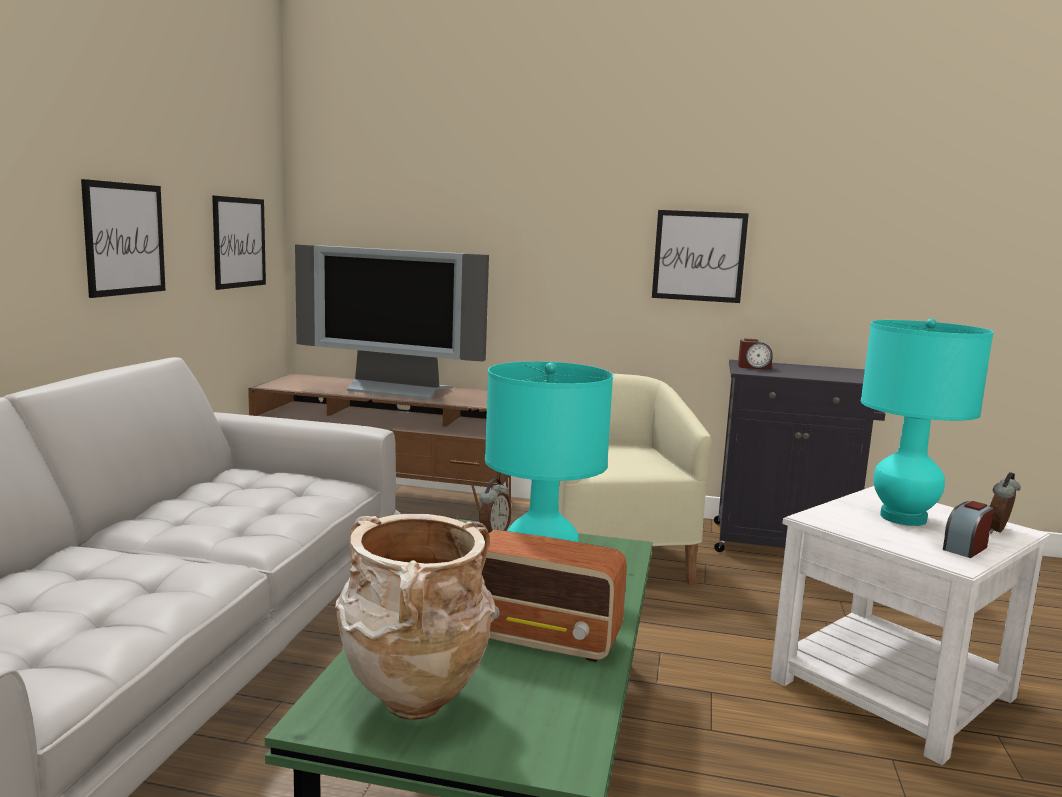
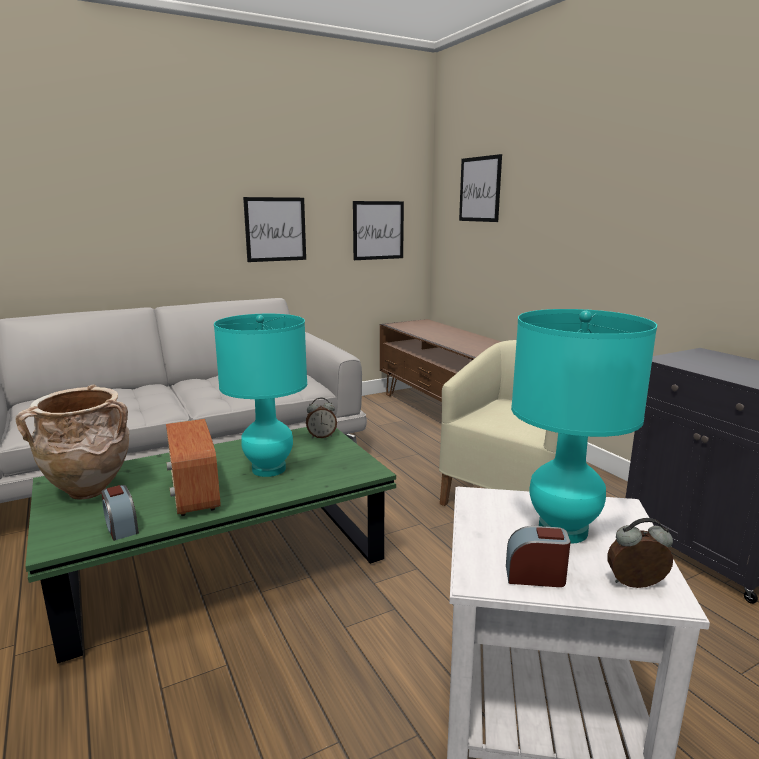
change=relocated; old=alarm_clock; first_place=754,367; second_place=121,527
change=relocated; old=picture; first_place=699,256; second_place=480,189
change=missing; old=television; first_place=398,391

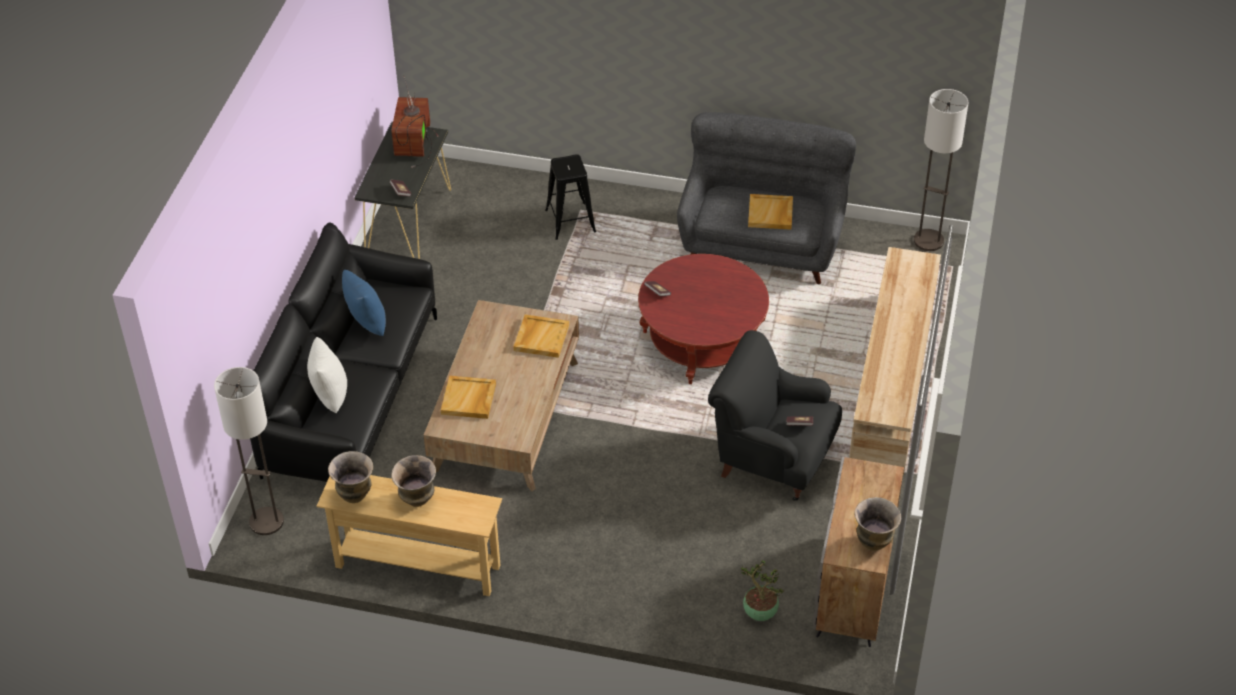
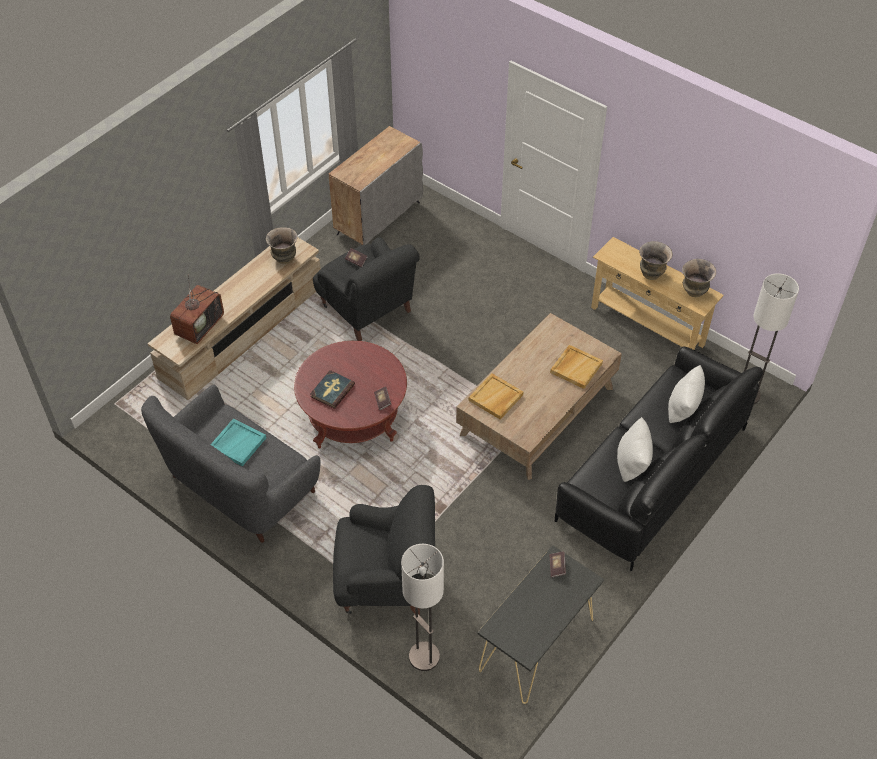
change=relocated; old=television; first_place=414,144; second_place=199,324
change=colour; old=beige_tray; new=turquoise_tray; first_place=770,214; second_place=238,443
change=relocated; old=vase; first_place=874,542; second_place=284,259
change=appeared; new=book; second_place=332,390
change=exchanged; old=black_stool; new=black_armchair; first_place=570,221; second_place=386,580
change=relocated; old=floor_lamp; first_place=928,240; second_place=424,656
change=colour; old=blue_pillow; new=white_pillow; first_place=366,324; second_place=632,466
change=missing; old=potted_plant; first_place=759,613

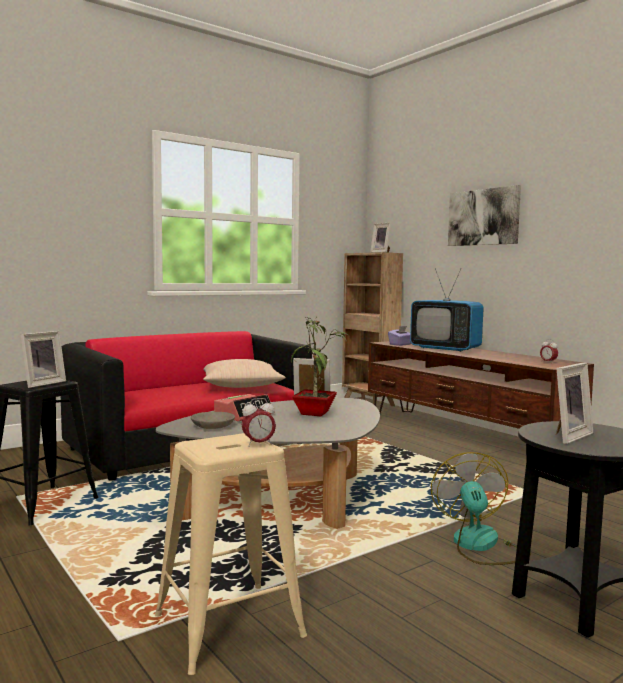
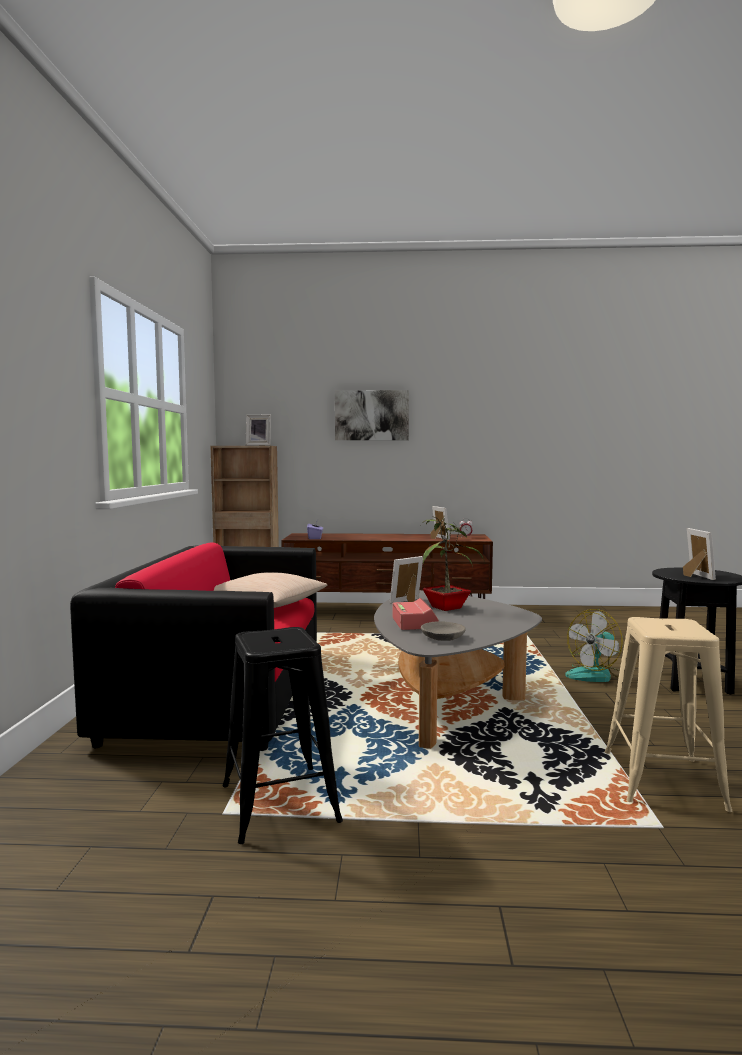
change=relocated; old=picture_frame; first_place=42,384; second_place=438,538
change=spun; old=fan; first_place=480,545; second_place=595,675; degrees=-75
change=missing; old=alarm_clock; first_place=258,444
change=missing; old=television; first_place=445,349

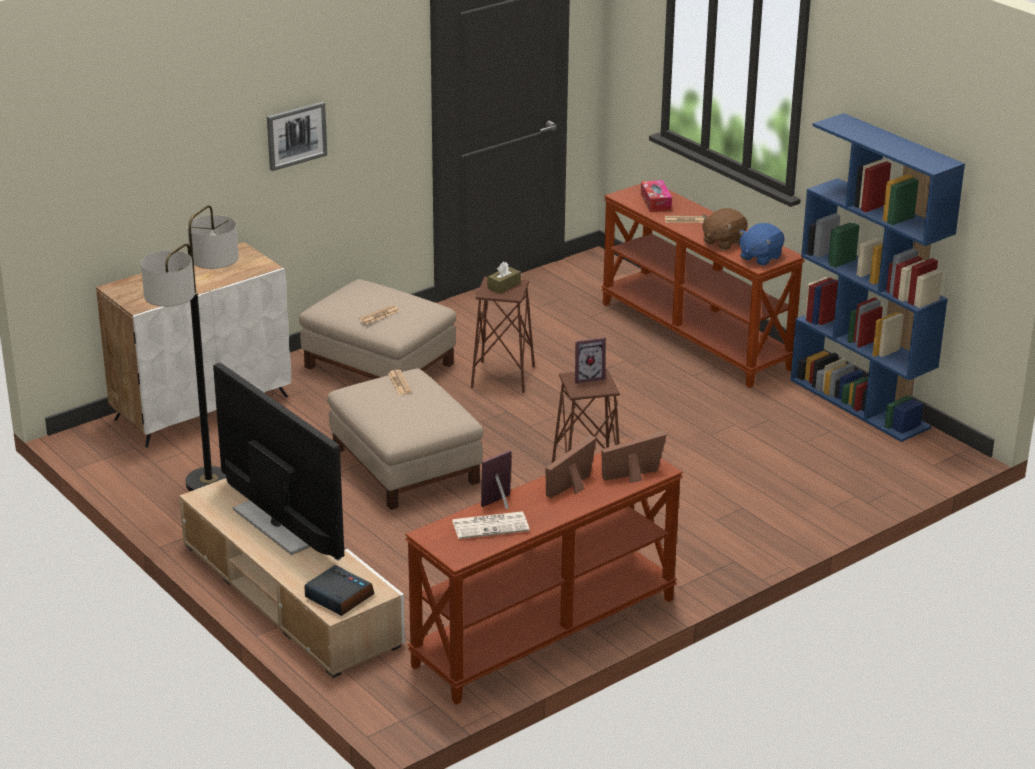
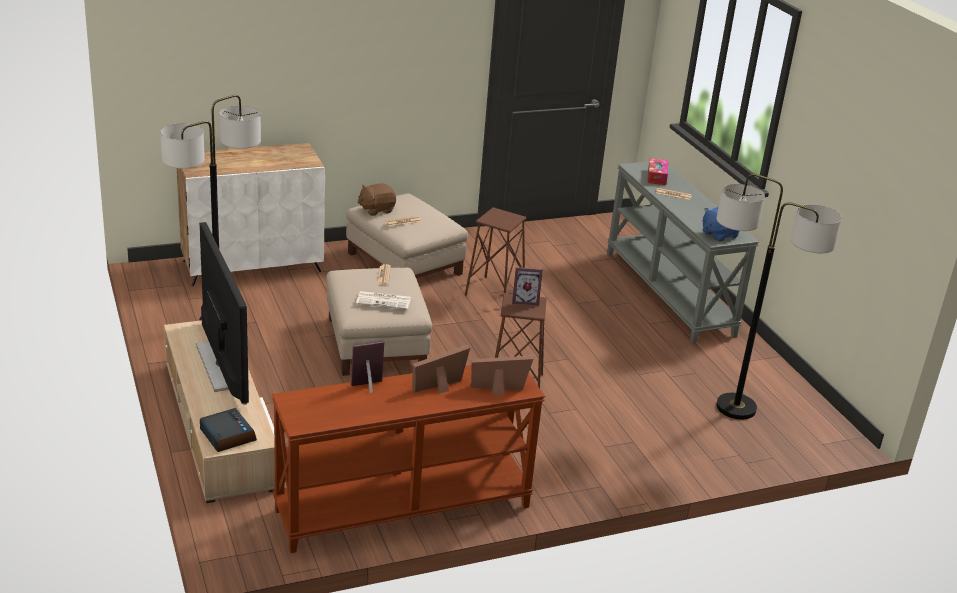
change=relocated; old=newspaper; first_place=491,525; second_place=384,301
change=relocated; old=brown_plush_toy; first_place=723,242; second_place=376,210
change=colour; old=brown_console_table; new=grey_console_table; first_place=696,336; second_place=669,293
change=appeared; new=floor_lamp; second_place=736,408
change=missing; old=picture; first_place=296,135
change=missing; old=brown_tissue_box; first_place=504,286
change=missing; old=blue_bookcase; first_place=860,404

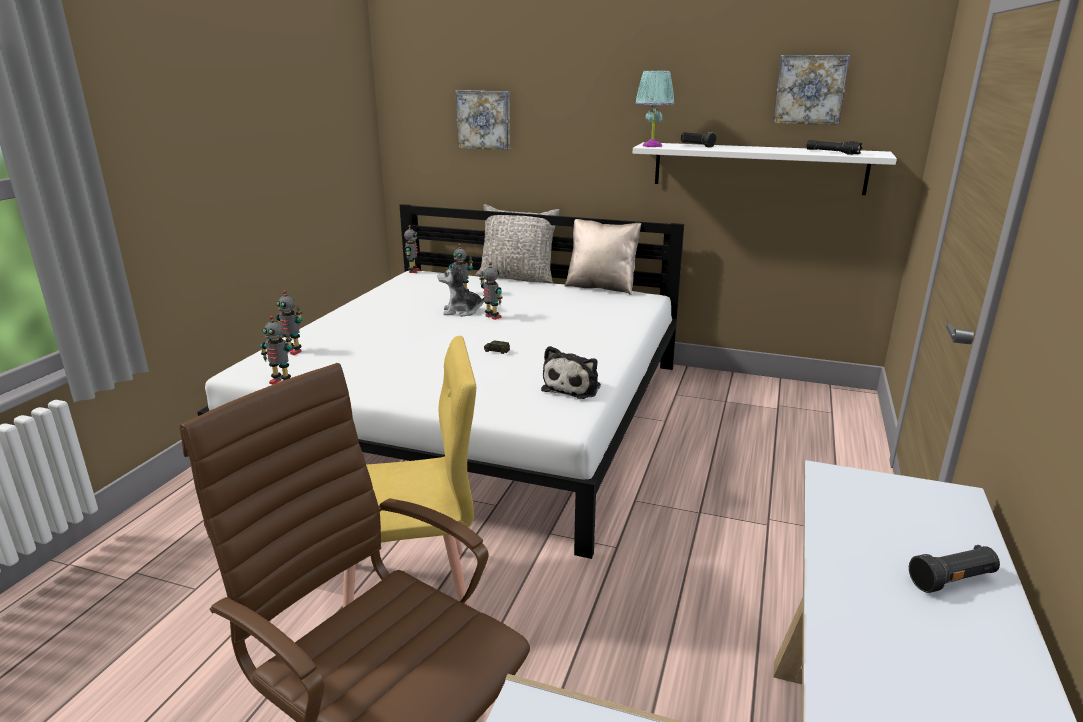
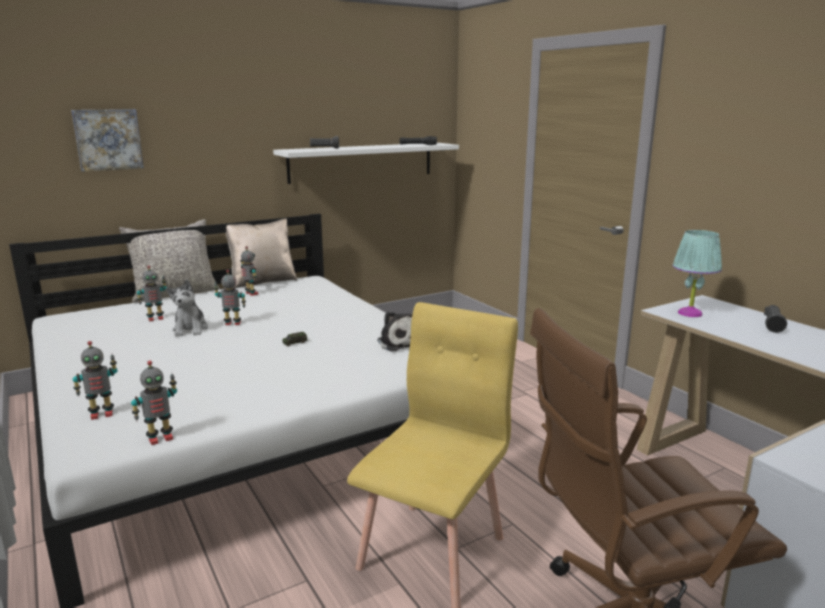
change=spun; old=plush_toy; first_place=462,311; second_place=190,329; degrees=-45
change=relocated; old=toy_robot; first_place=413,271; second_place=251,293
change=relocated; old=turquoise_table_lamp; first_place=652,146; second_place=690,313
change=missing; old=picture; first_place=810,89

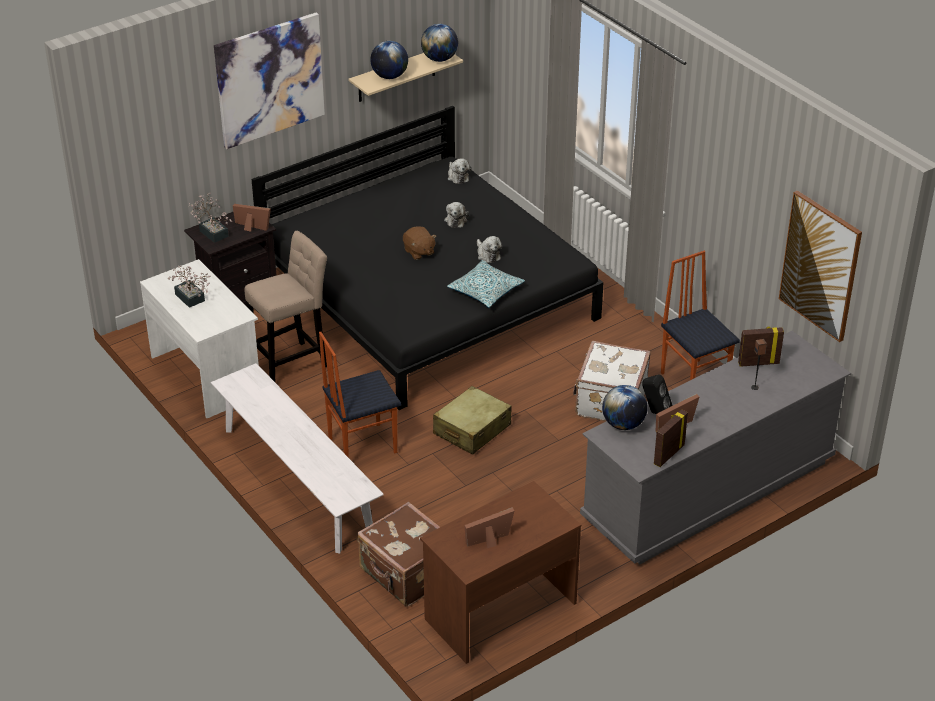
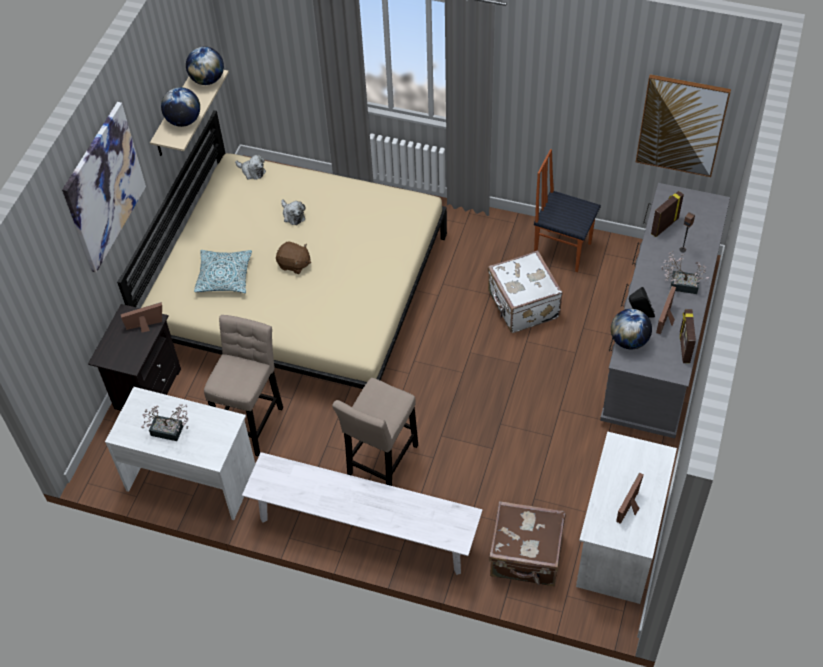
change=colour; old=black_bed; new=beige_bed; first_place=428,296; second_place=298,291
change=relocated; old=pillow; first_place=485,291; second_place=224,276
change=exchanged; old=chair; new=beige_stool; first_place=361,445; second_place=381,463
change=colour; old=brown_desk; new=white_desk; first_place=499,610; second_place=618,541
change=relocated; old=potted_plant; first_place=212,232; second_place=680,284
change=missing; old=beige_suitcase; first_place=471,430
change=missing; old=plush_toy; first_place=487,254

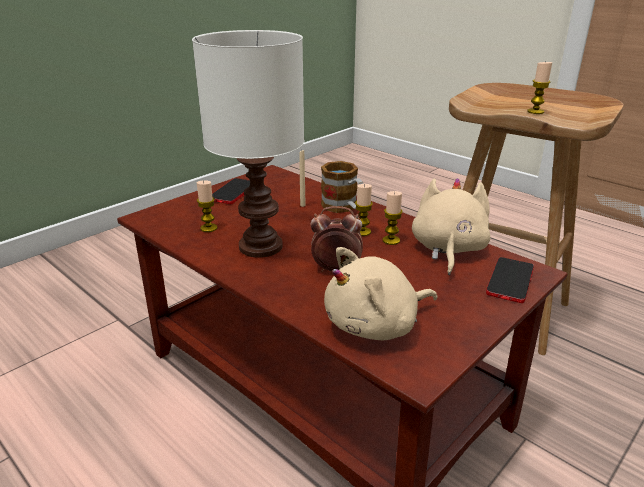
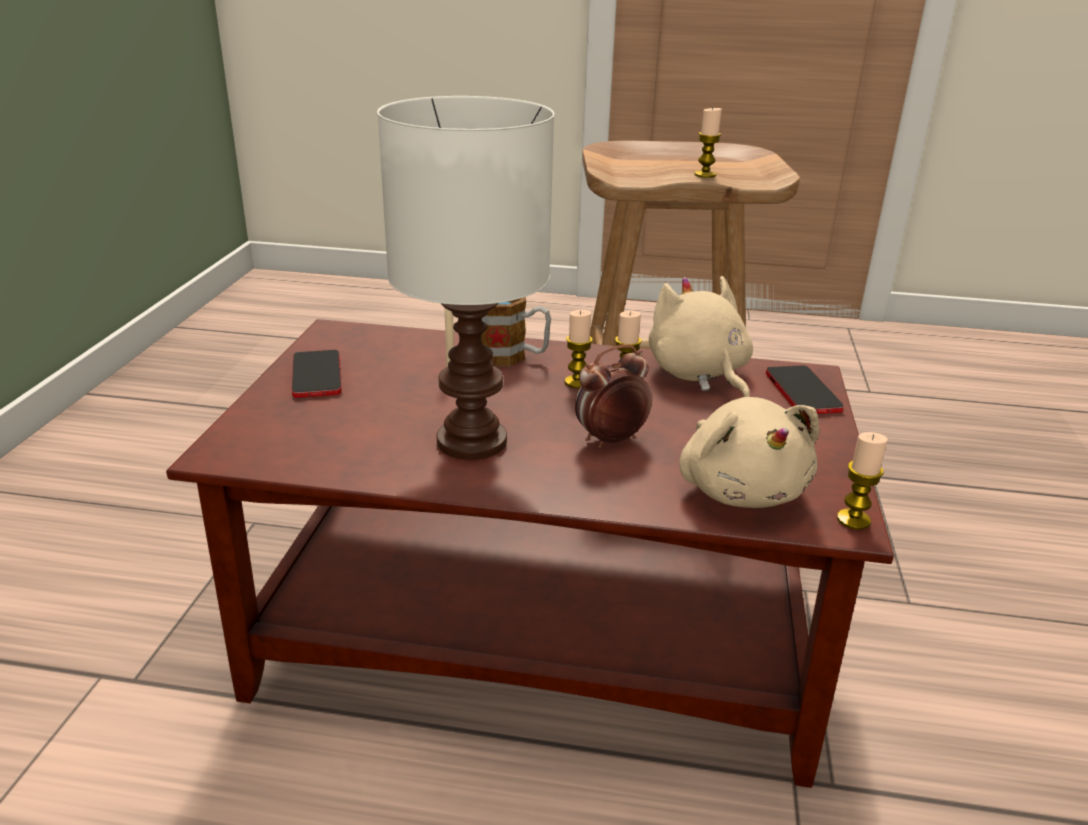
change=spun; old=beige_plush_toy; first_place=376,325; second_place=740,489; degrees=-45
change=relocated; old=candle; first_place=208,228; second_place=853,520

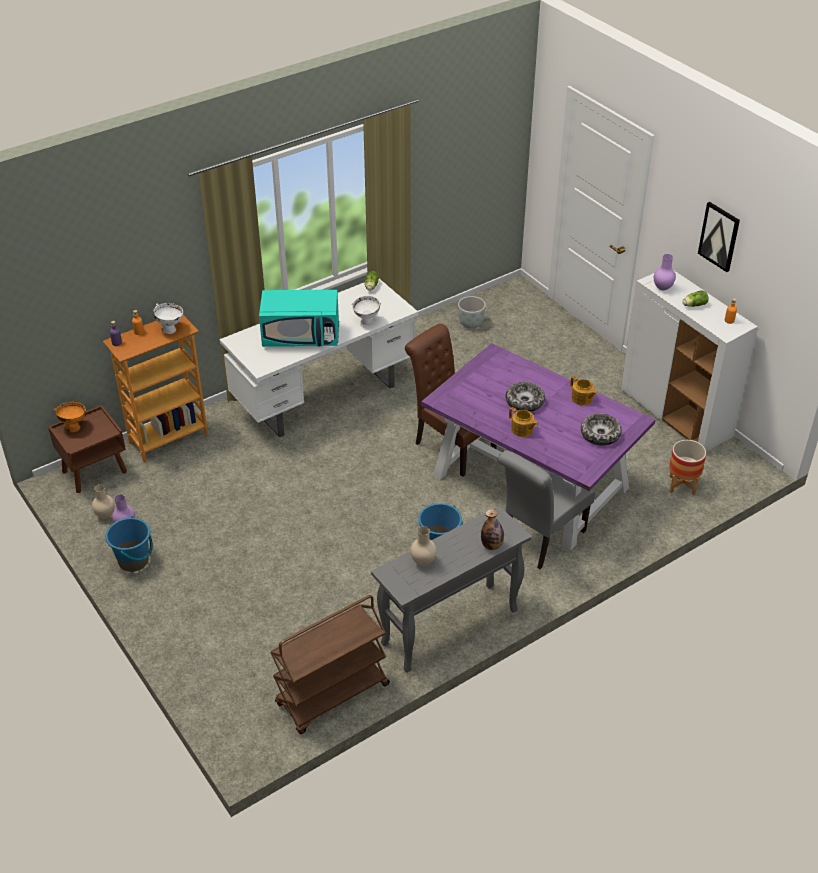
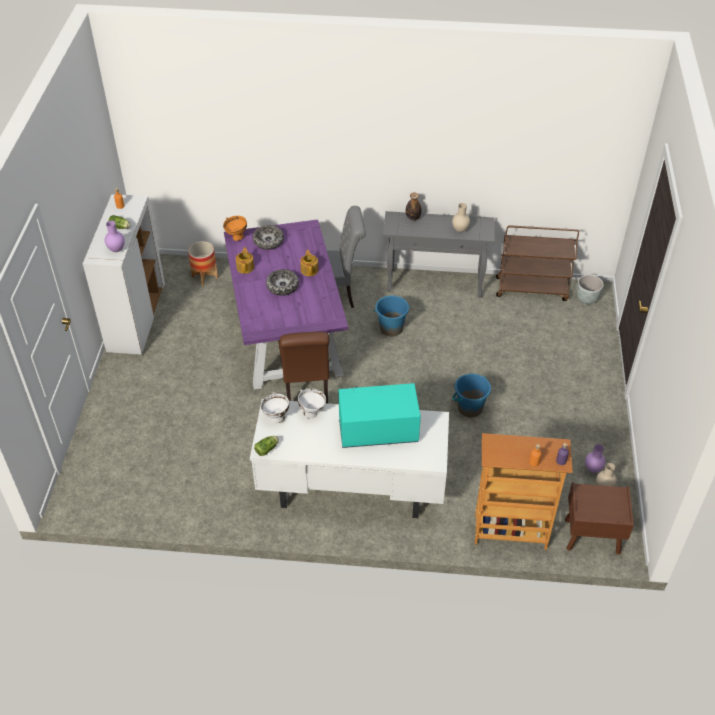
change=relocated; old=orange_bowl; first_place=74,427; second_place=237,238
change=relocated; old=white_bowl; first_place=170,329; second_place=276,418
change=spun; old=turquoise_microwave; first_place=301,336; second_place=377,431; degrees=-45
change=relocated; old=blue_bucket; first_place=134,561; second_place=469,408
change=relocated; old=grey_planter; first_place=470,324; second_place=587,299
change=missing; old=picture; first_place=719,236

